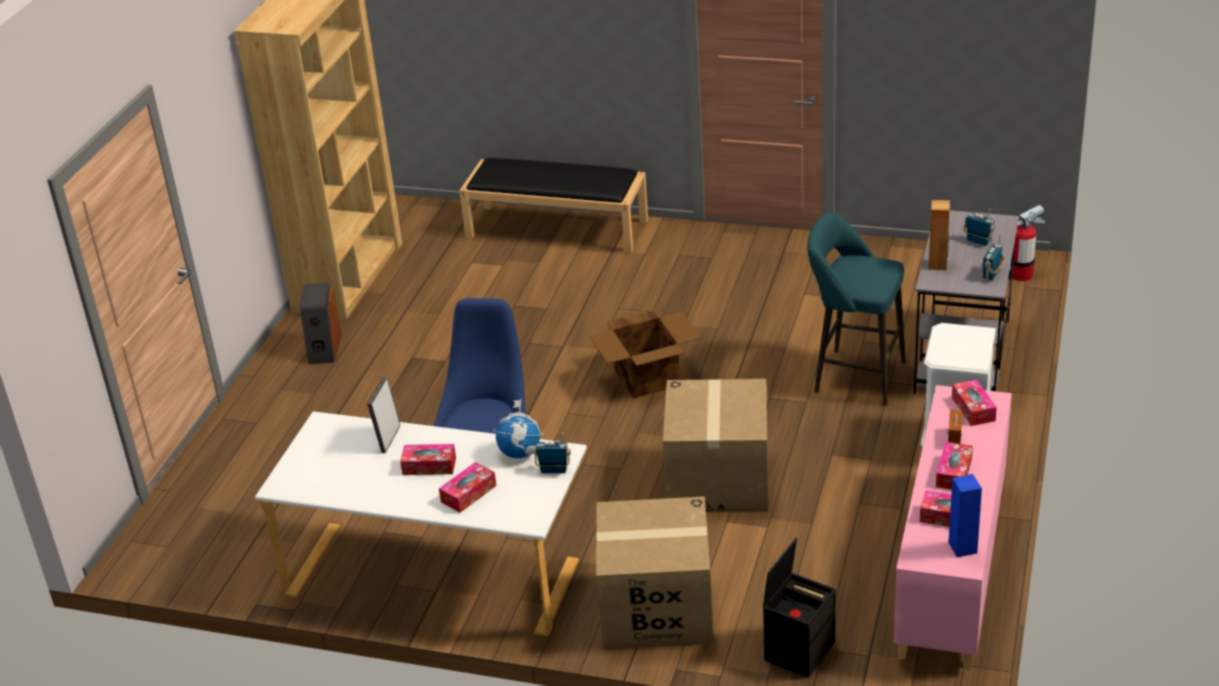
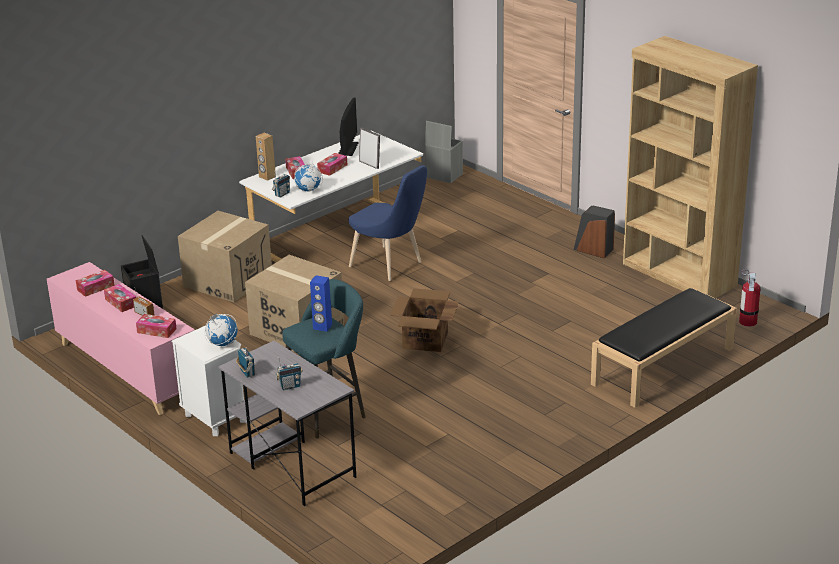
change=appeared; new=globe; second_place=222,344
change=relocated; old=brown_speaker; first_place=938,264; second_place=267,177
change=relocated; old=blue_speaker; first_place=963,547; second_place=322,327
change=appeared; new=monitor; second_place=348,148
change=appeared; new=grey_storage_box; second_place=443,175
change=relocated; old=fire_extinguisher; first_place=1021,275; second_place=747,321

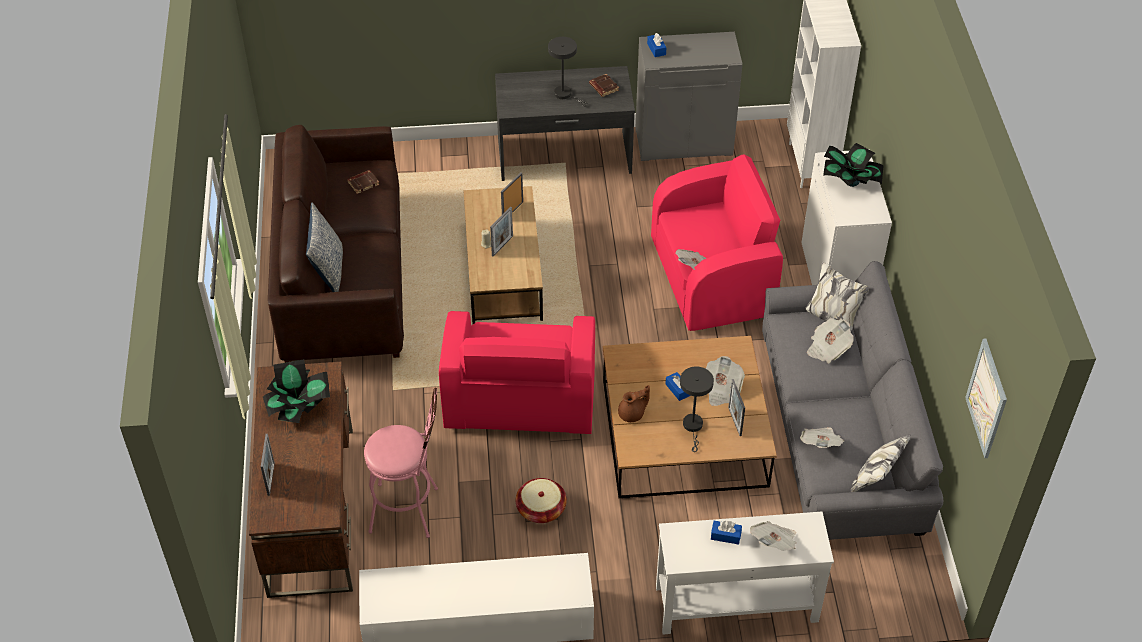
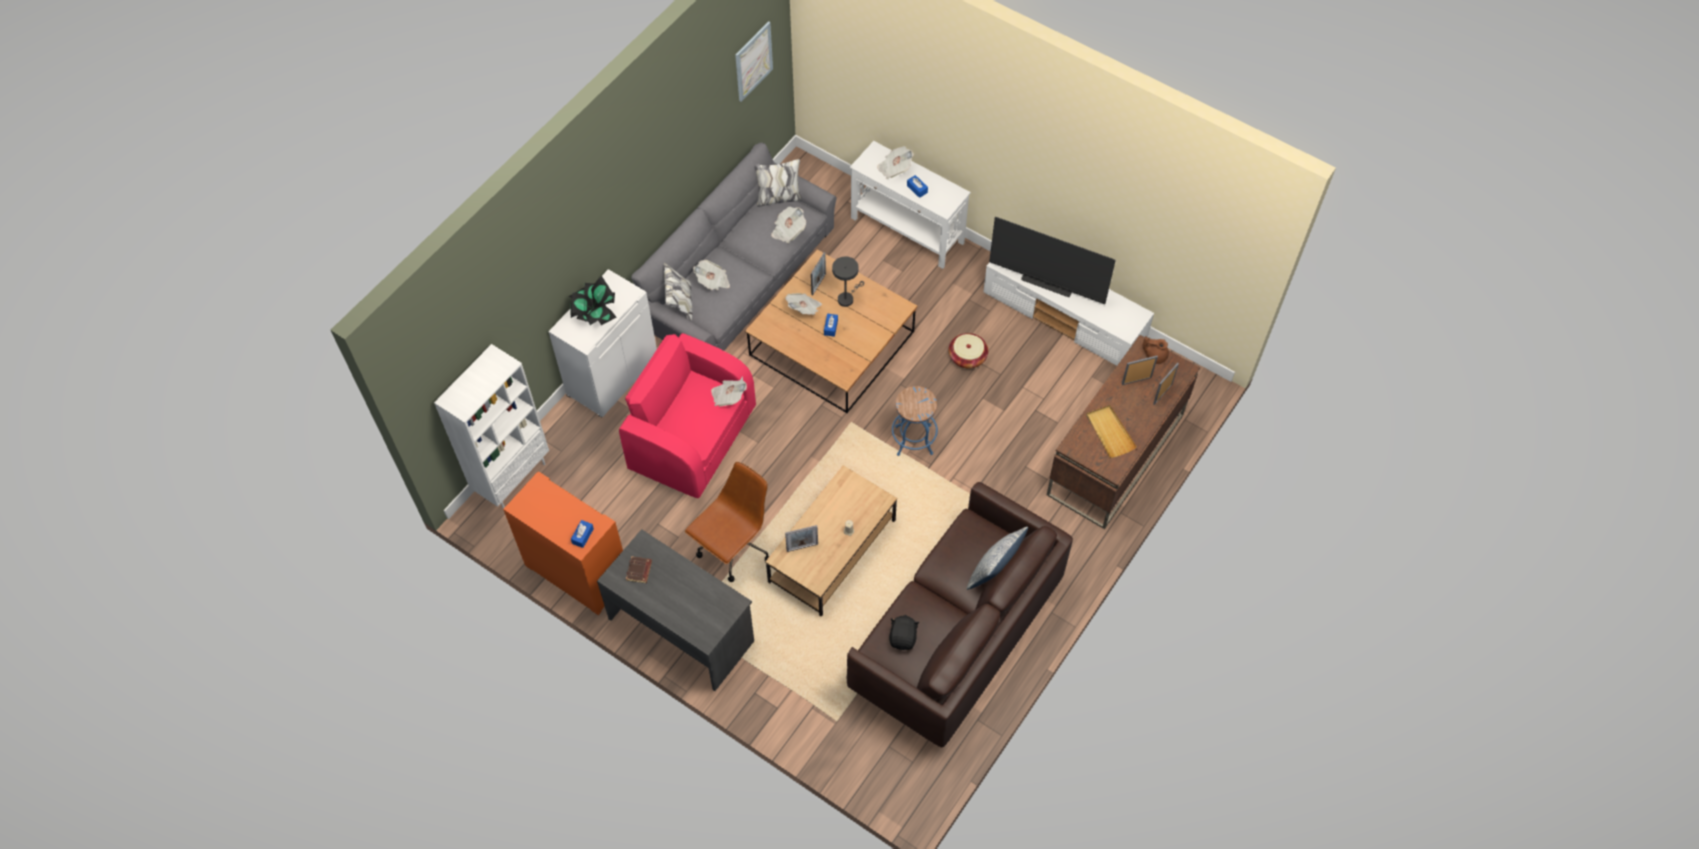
change=colour; old=grey_cabinet; new=orange_cabinet; first_place=684,141; second_place=576,572
change=appeared; new=brown_office_chair; second_place=734,549
change=exchanged; old=brown_book; new=black_plush_toy; first_place=363,183; second_place=903,637
change=exchanged; old=pink_armchair; new=blue_stool; first_place=519,399; second_place=913,440
change=appeared; new=television; second_place=1046,285
change=exchanged; old=potted_plant; new=beige_tray; first_place=299,408; second_place=1109,432
change=relocated; old=picture_frame; first_place=502,246; second_place=1136,380
change=relocated; old=brown_teapot; first_place=632,414; second_place=1155,355
change=missing; old=pink_stool; first_place=410,510
change=missing; old=grey_table_lamp; first_place=565,94

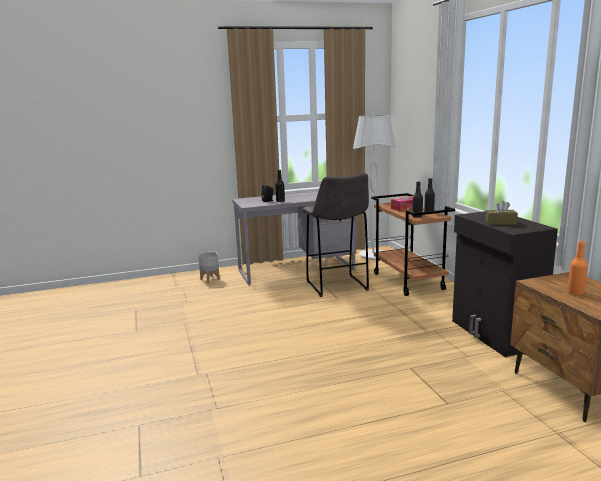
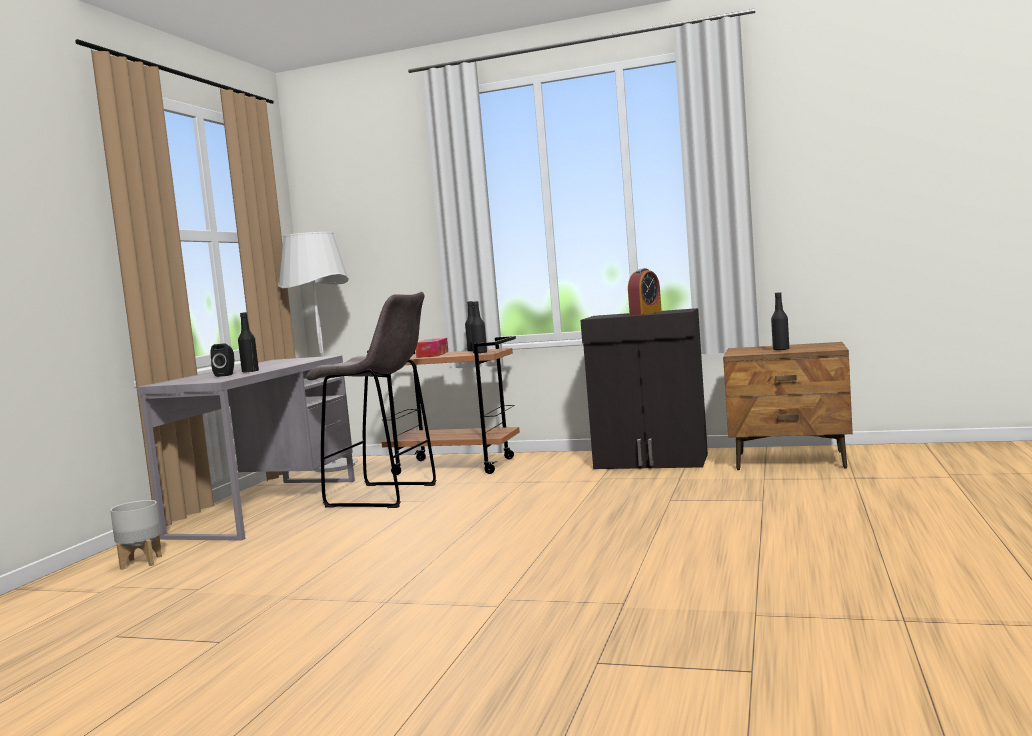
change=exchanged; old=brown_tissue_box; new=alarm_clock; first_place=500,223; second_place=645,313
change=colour; old=orange_bottle; new=black_bottle; first_place=575,293; second_place=781,349

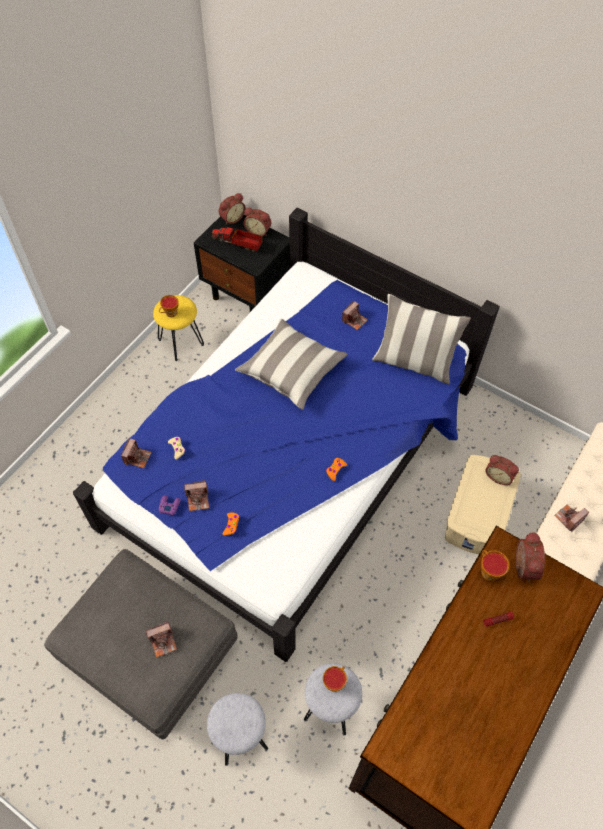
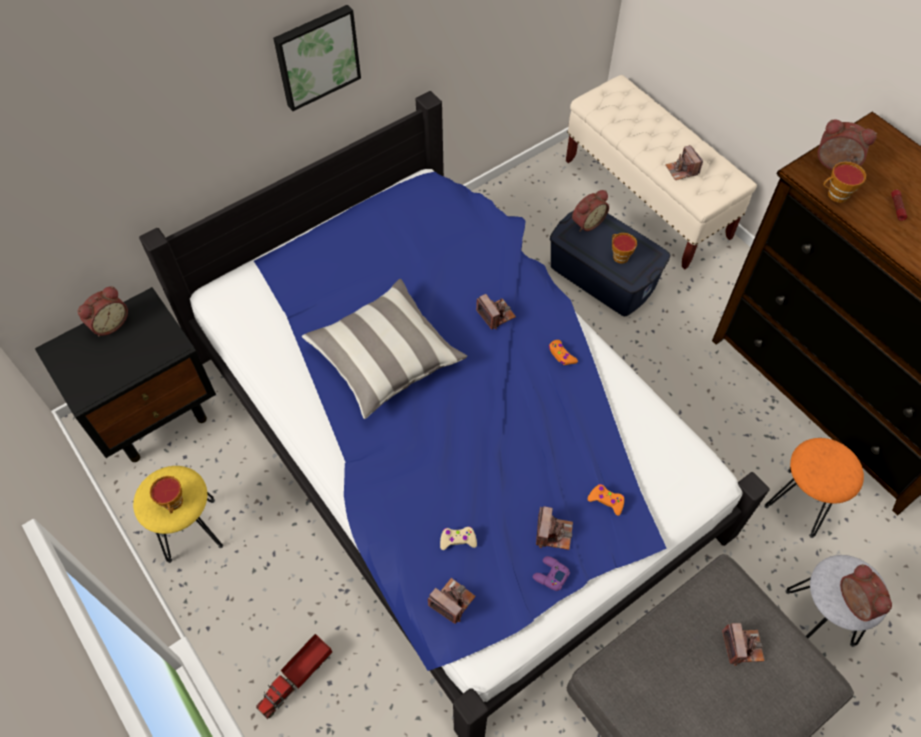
change=relocated; old=toy_truck; first_place=238,243; second_place=297,677
change=appeared; new=picture; second_place=316,56
change=relocated; old=photo_camera; first_place=354,320; second_place=496,314
change=colour; old=beige_storage_box; new=blue_storage_box; first_place=477,514; second_place=603,275
change=relocated; old=cup; first_place=335,681; second_place=619,255
change=colour; old=grey_stool; new=orange_stool; first_place=330,706; second_place=801,503
change=relocated; old=alarm_clock; first_place=231,218; second_place=853,603
change=missing; old=pillow; first_place=414,362

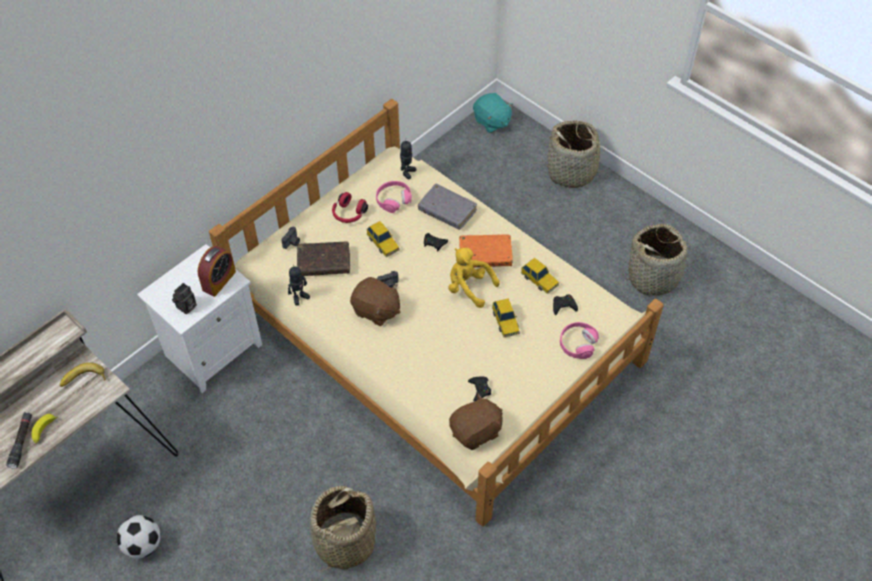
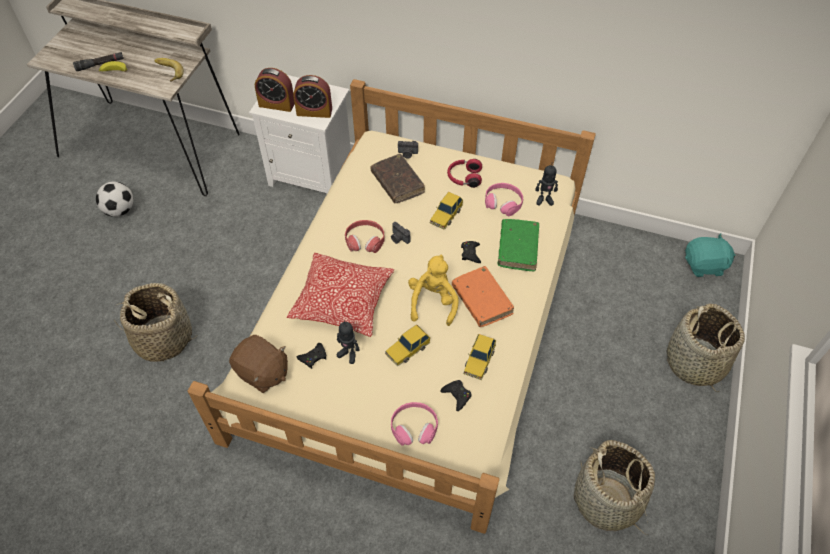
change=exchanged; old=photo_camera; new=alarm_clock; first_place=186,307; second_place=276,104
change=appeared; new=pillow; second_place=342,301
change=relocated; old=toy_robot; first_place=299,297; second_place=348,354
change=exchanged; old=brown_plush_toy; new=red_headphones; first_place=376,310; second_place=365,240
change=colour; old=grey_book; new=green_book; first_place=447,211; second_place=517,248
change=spun; old=turquoise_plush_toy; first_place=491,122; second_place=704,265; degrees=-120

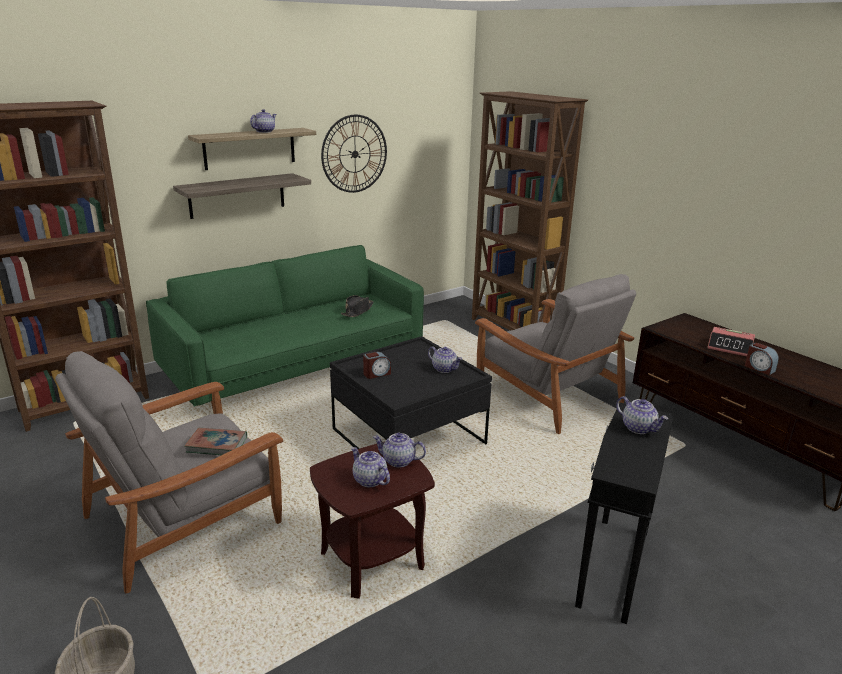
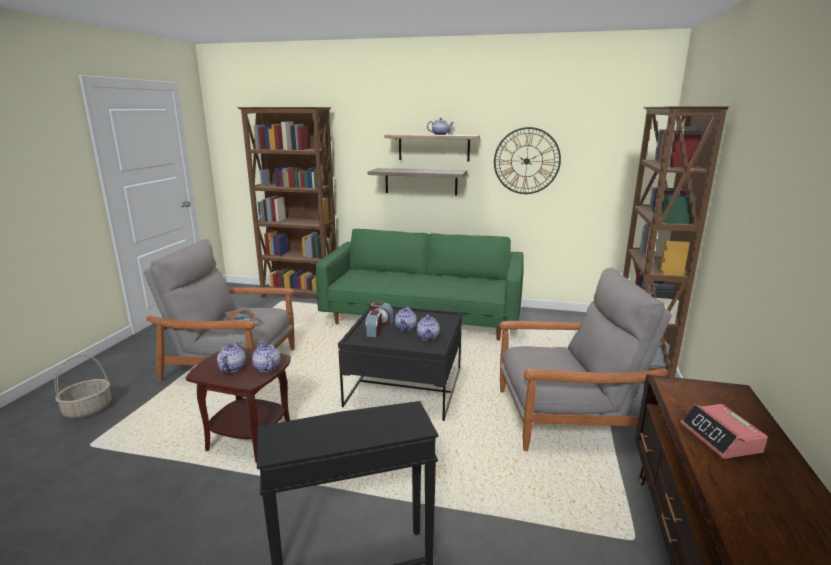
change=relocated; old=alarm_clock; first_place=759,368; second_place=374,332
change=relocated; old=teapot; first_place=639,428; second_place=406,328
change=spun; old=grey_armchair; first_place=547,395; second_place=567,417; degrees=-105
change=missing; old=black_hat; first_place=357,311

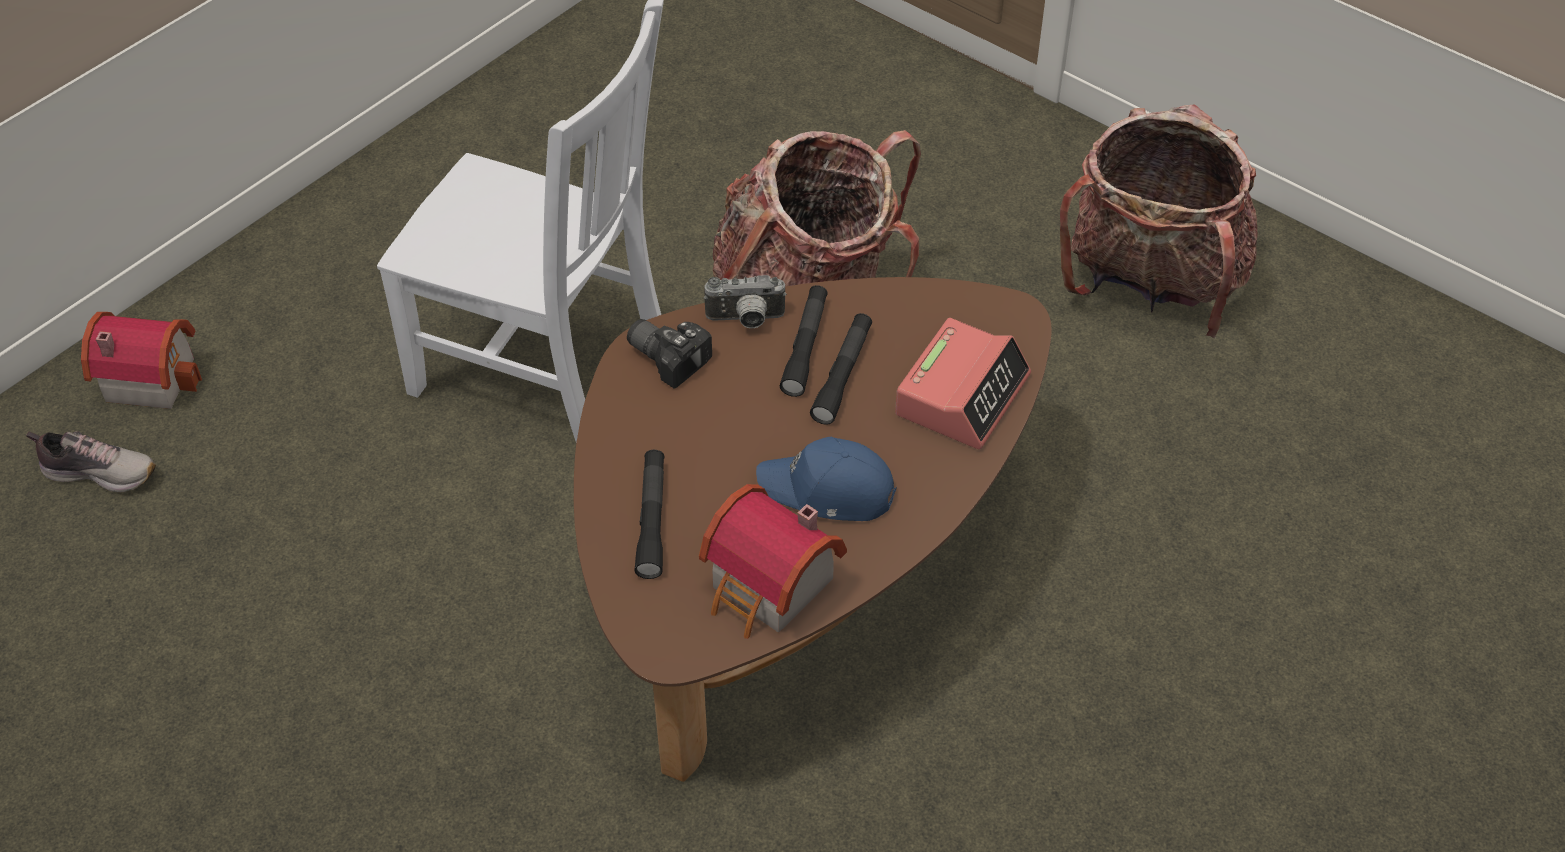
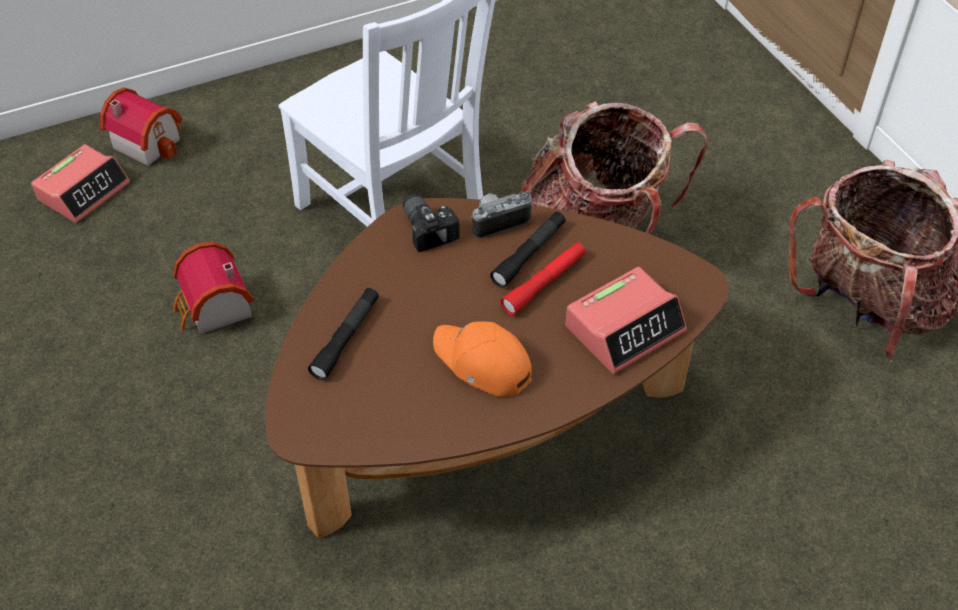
change=exchanged; old=shoe; new=alarm_clock; first_place=100,472; second_place=84,191
change=relocated; old=toy_house; first_place=770,589; second_place=214,310
change=colour; old=blue_cap; new=orange_cap; first_place=828,491; second_place=482,363
change=spun; old=photo_camera; first_place=745,320; second_place=498,221; degrees=135
change=colour; old=black_flashlight; new=red_flashlight; first_place=842,375; second_place=544,283

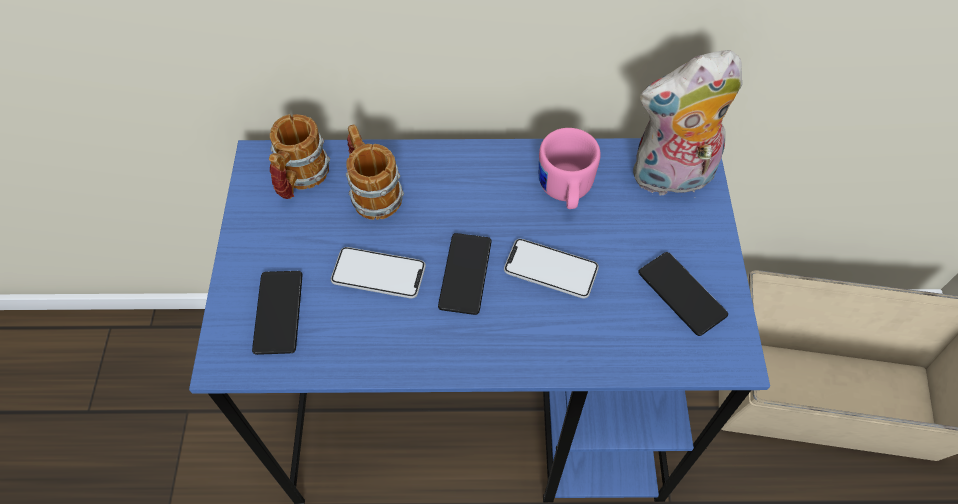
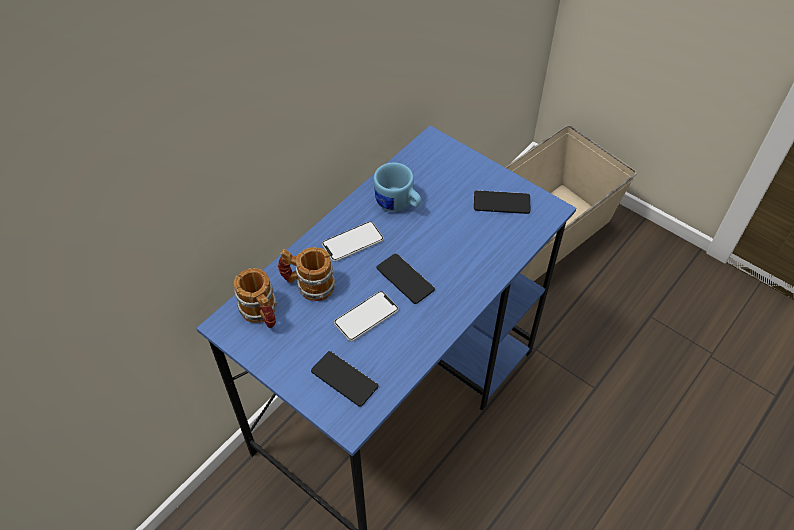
change=relocated; old=phone; first_place=551,269; second_place=352,242
change=colour; old=pink_mug; new=blue_mug; first_place=564,191; second_place=398,204
change=missing; old=plush_toy; first_place=671,178

